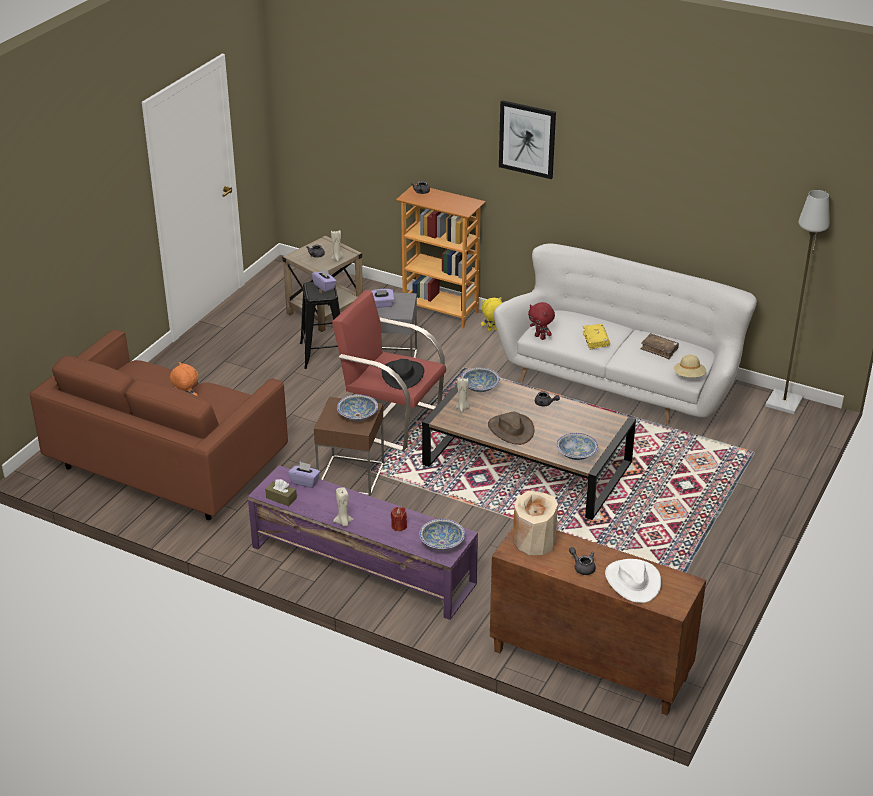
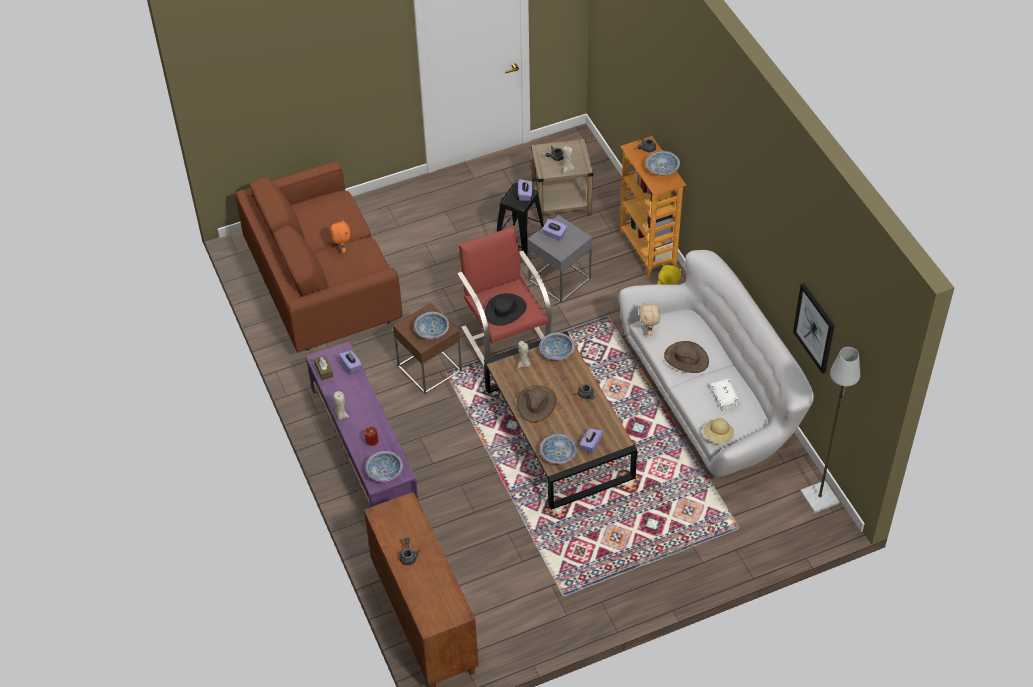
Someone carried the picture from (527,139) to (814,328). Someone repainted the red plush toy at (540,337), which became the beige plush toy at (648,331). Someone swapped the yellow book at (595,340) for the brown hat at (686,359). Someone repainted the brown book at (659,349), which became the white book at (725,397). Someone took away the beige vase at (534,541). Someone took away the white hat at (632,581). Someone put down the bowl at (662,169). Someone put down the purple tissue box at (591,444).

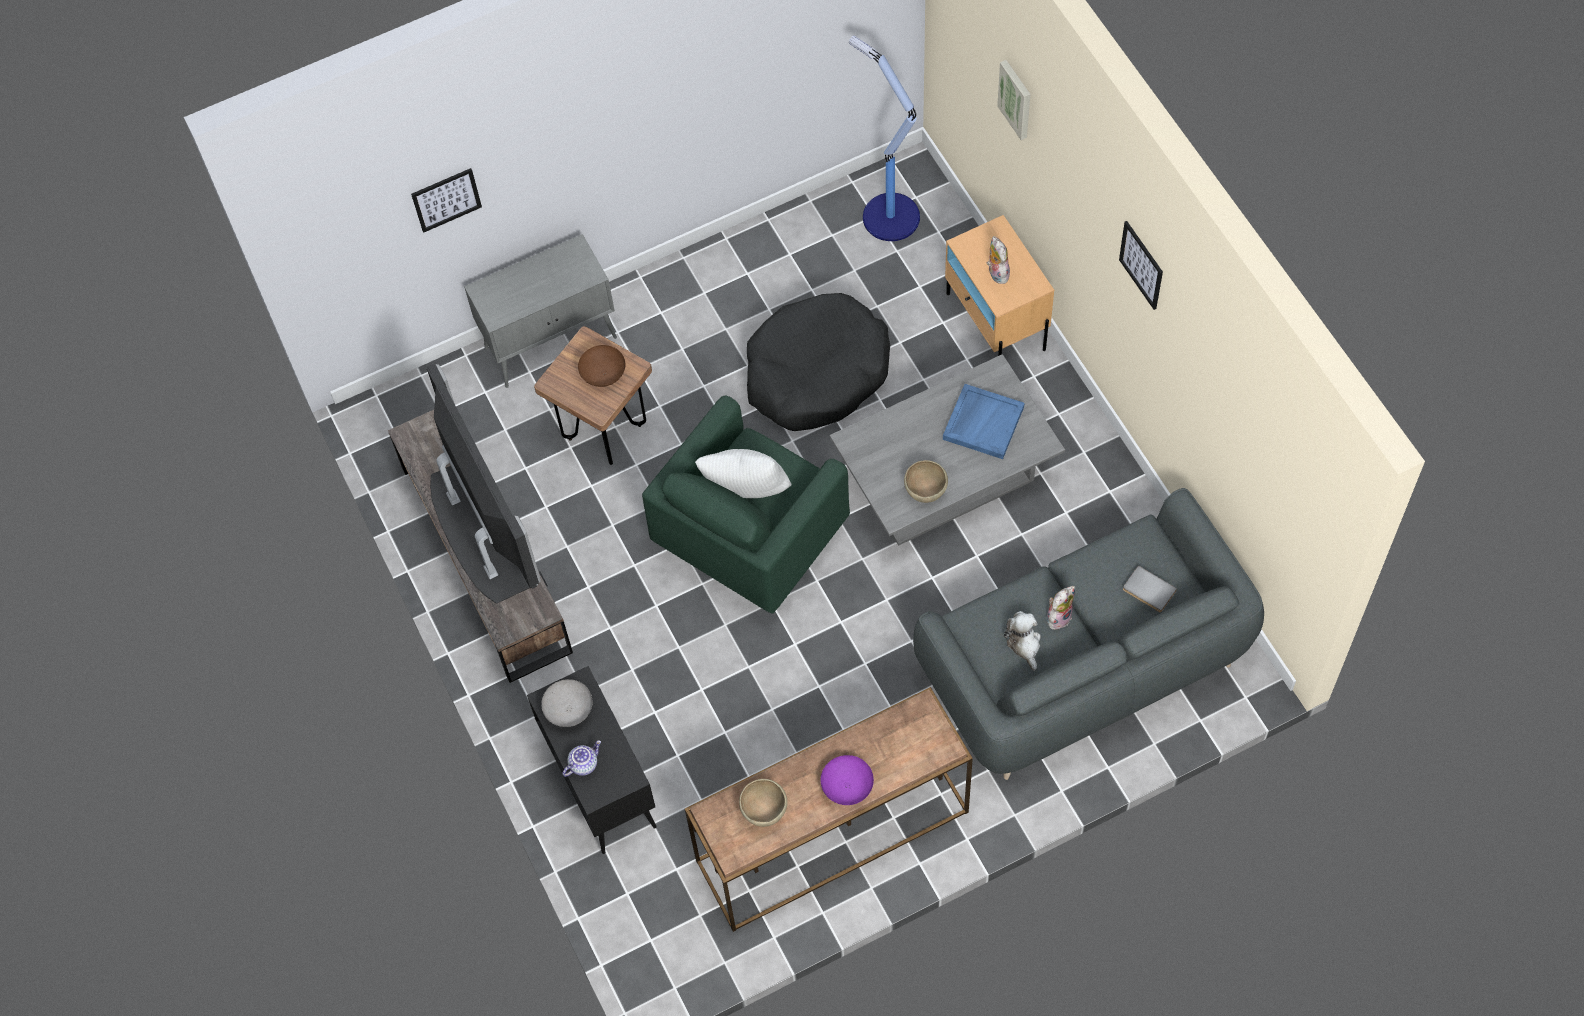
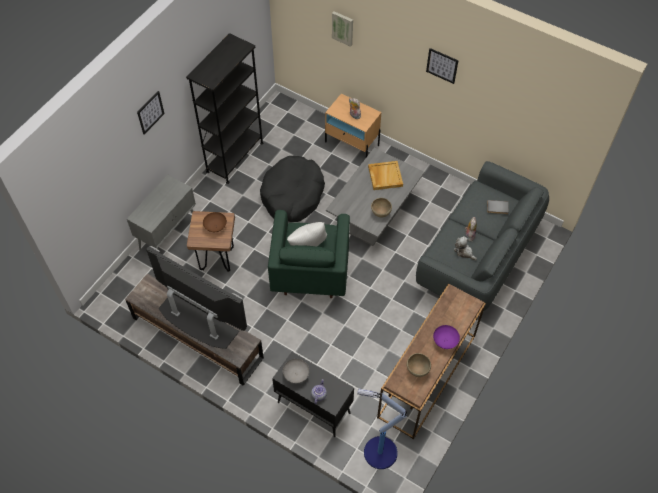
Someone carried the floor lamp from (889,216) to (379,452). Someone carried the picture from (446,199) to (150,112). Someone repainted the blue tray at (983,422), which became the beige tray at (385,176). Someone put down the black bookcase at (235,157).

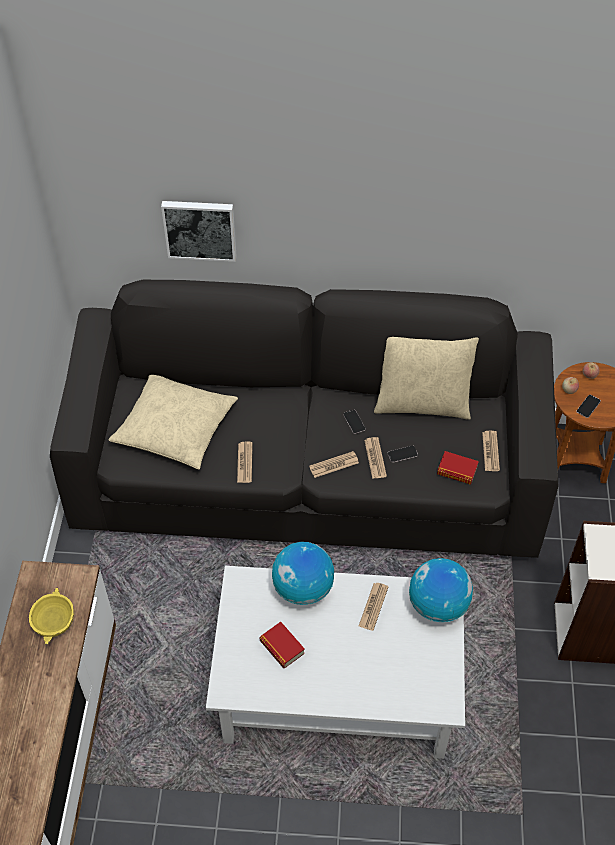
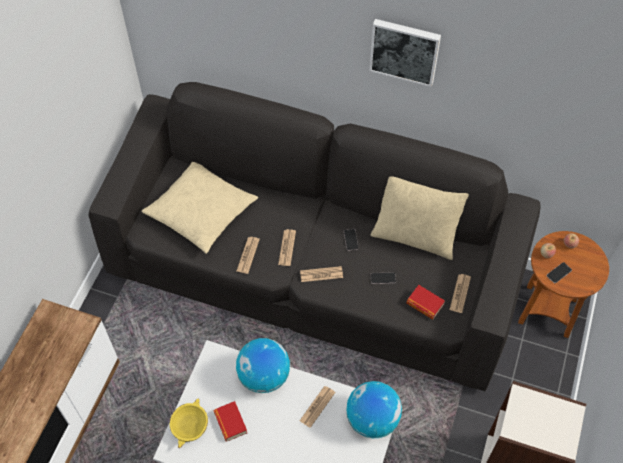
Someone carried the picture from (200,229) to (405,50). Someone carried the newspaper from (375,458) to (287,248). Someone carried the yellow bowl from (53,621) to (189,426).

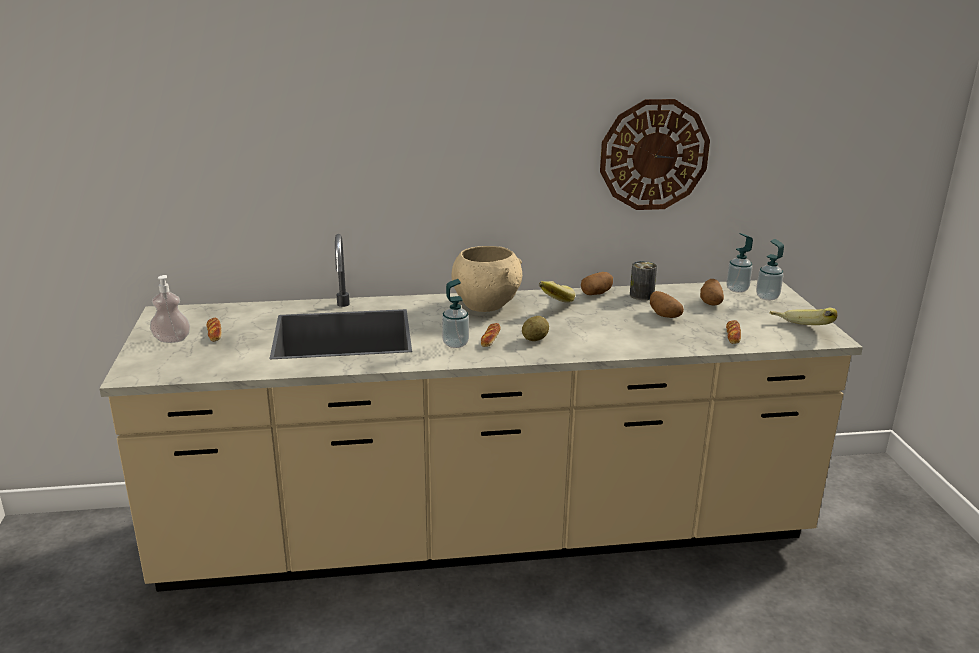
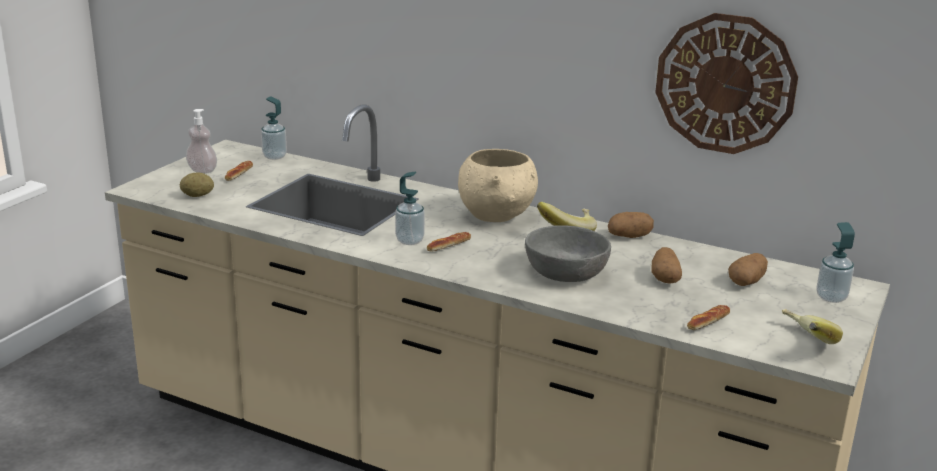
Someone carried the soap dispenser from (737,289) to (274,156). Someone took away the can at (641,295). Someone carried the potato from (535,339) to (197,196). Someone put down the grey bowl at (565,272).

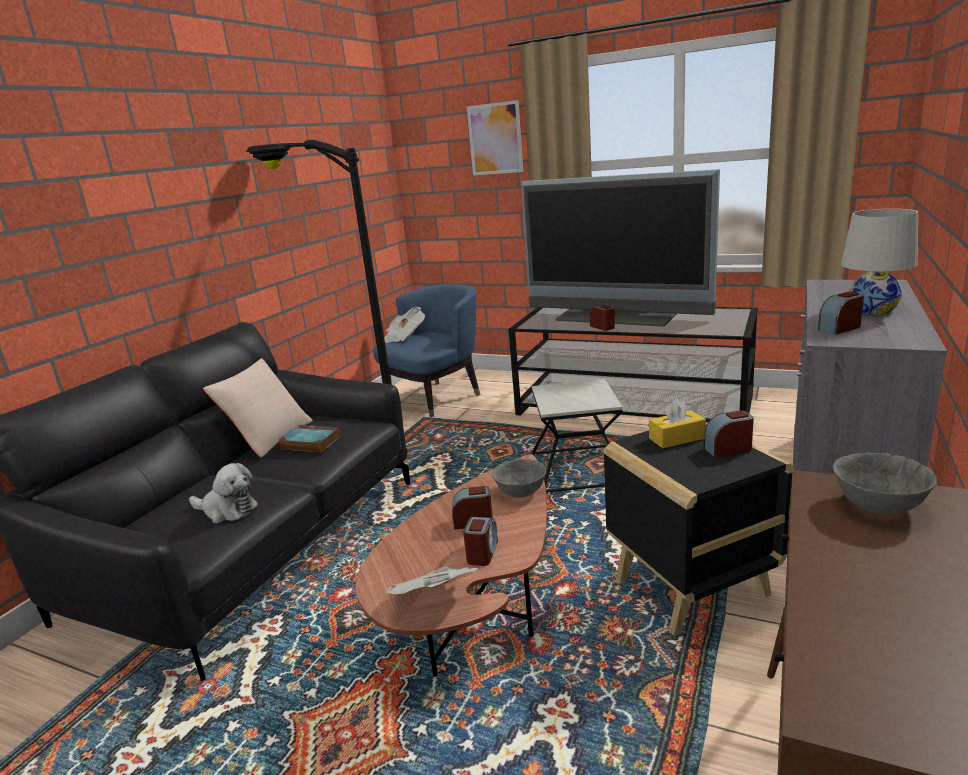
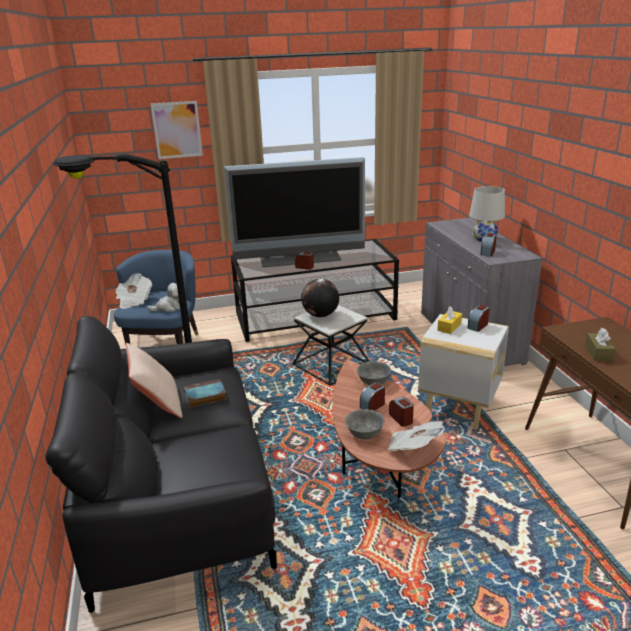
Someone repainted the black side table at (689,589), which became the white side table at (459,407). Someone carried the grey bowl from (877,505) to (364,434). Someone carried the plush toy from (227,510) to (169,307). Someone put down the globe at (320,315). Someone put down the brown tissue box at (598,353).

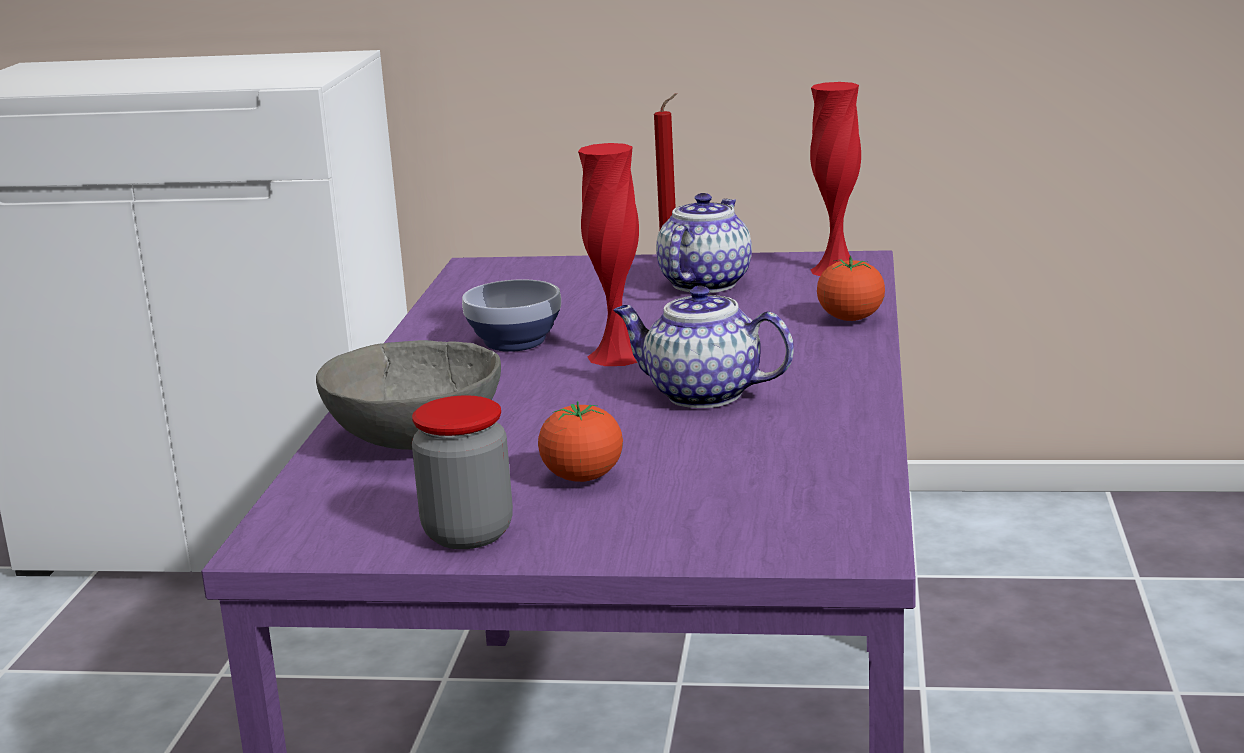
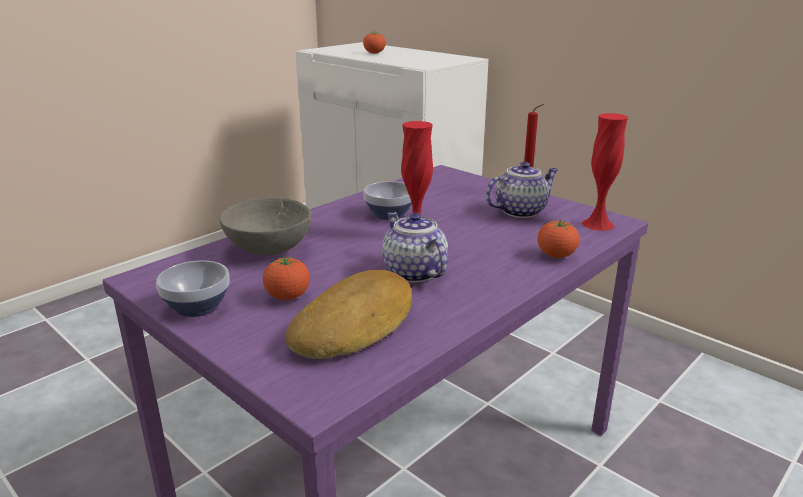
Someone swapped the jar at (468,534) for the bowl at (199,306). Someone put down the tomato at (374,53). Someone put down the bread at (356,325).

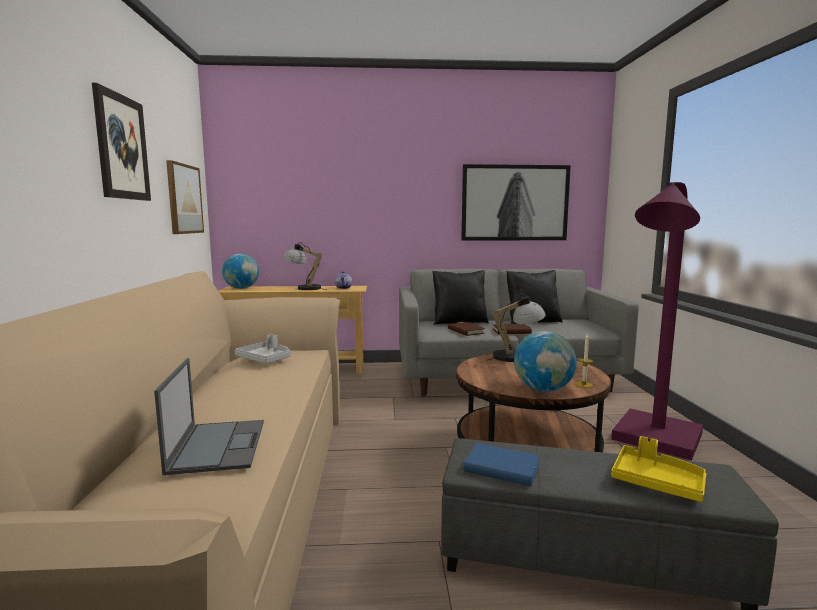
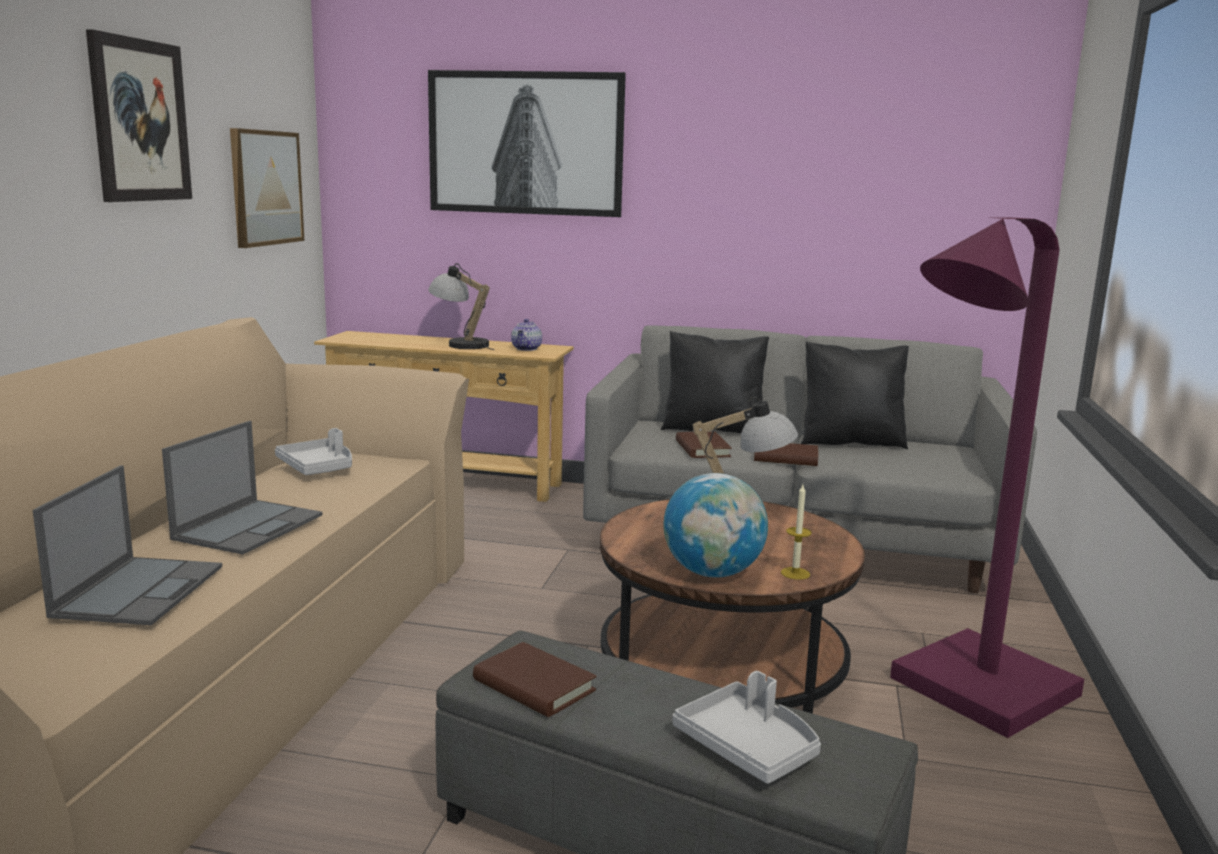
Someone carried the picture from (514,203) to (526,143). Someone took away the globe at (241,288). Someone repainted the yellow tray at (657,482), which became the grey tray at (748,747). Someone repainted the blue book at (501,468), which became the brown book at (534,685). Someone put down the laptop at (249,526).

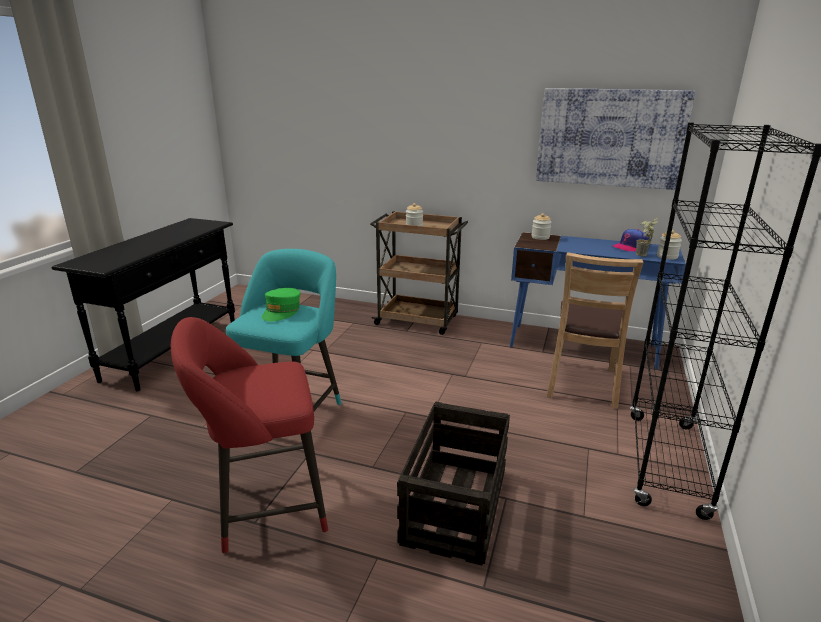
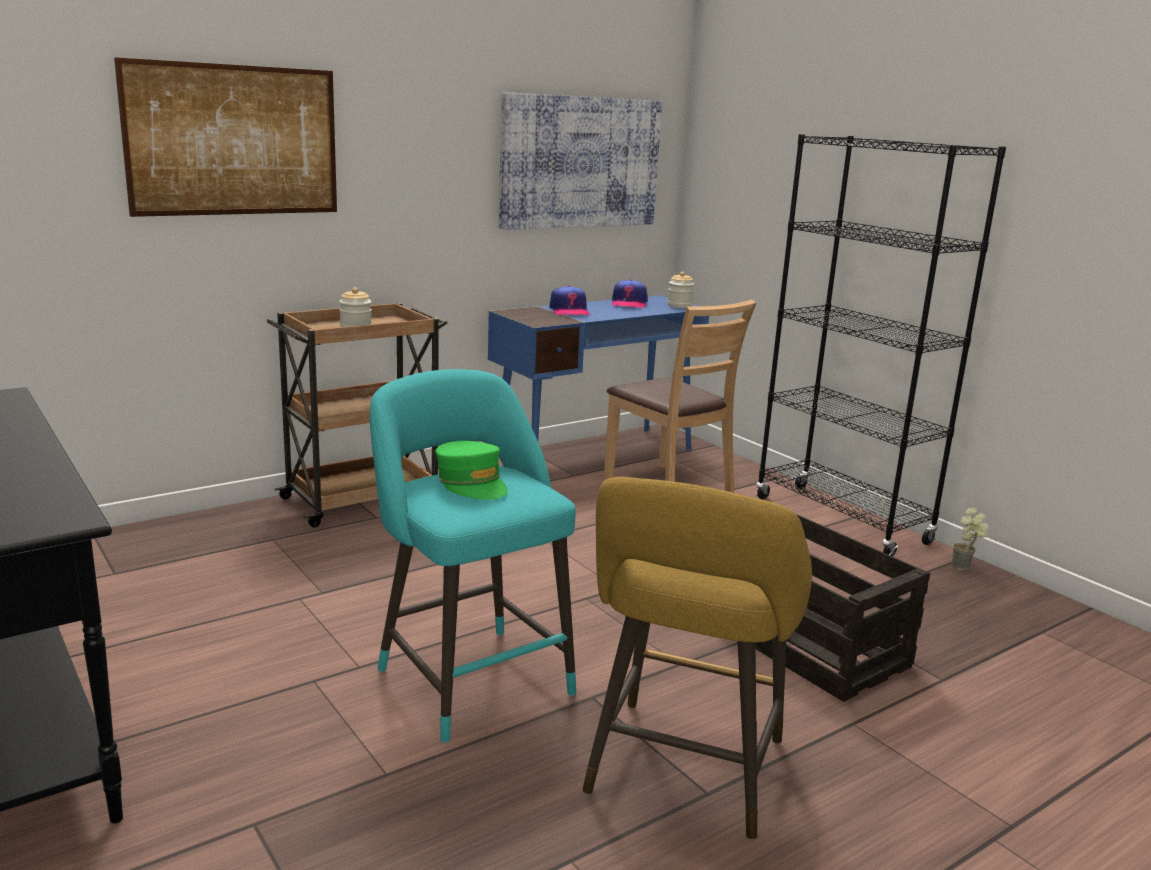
Someone took away the jar at (540,237). Someone carried the potted plant from (642,256) to (965,569). Someone repainted the red stool at (264,507), which became the yellow stool at (682,775). Someone put up the picture at (234,140). Someone put down the cap at (569,311).

